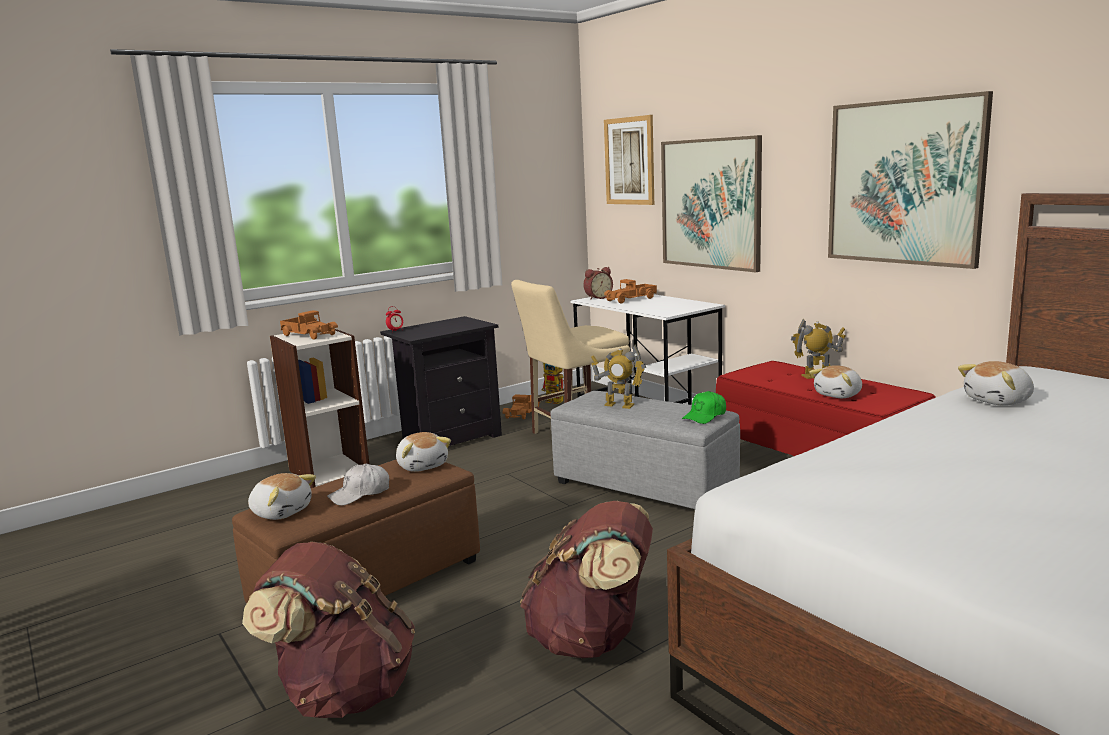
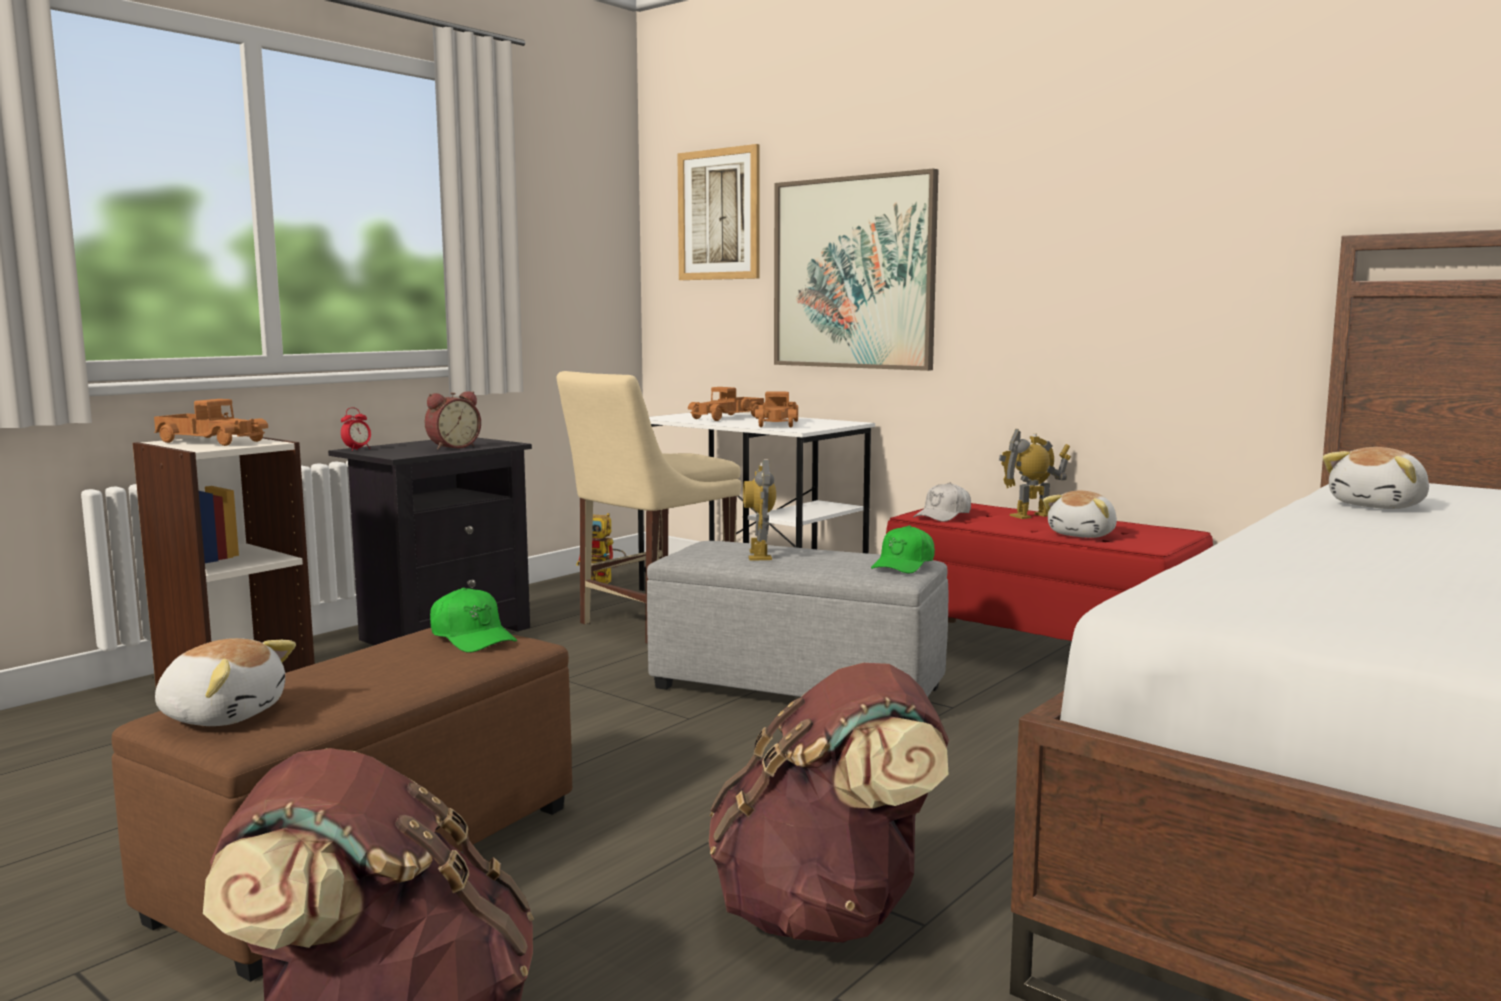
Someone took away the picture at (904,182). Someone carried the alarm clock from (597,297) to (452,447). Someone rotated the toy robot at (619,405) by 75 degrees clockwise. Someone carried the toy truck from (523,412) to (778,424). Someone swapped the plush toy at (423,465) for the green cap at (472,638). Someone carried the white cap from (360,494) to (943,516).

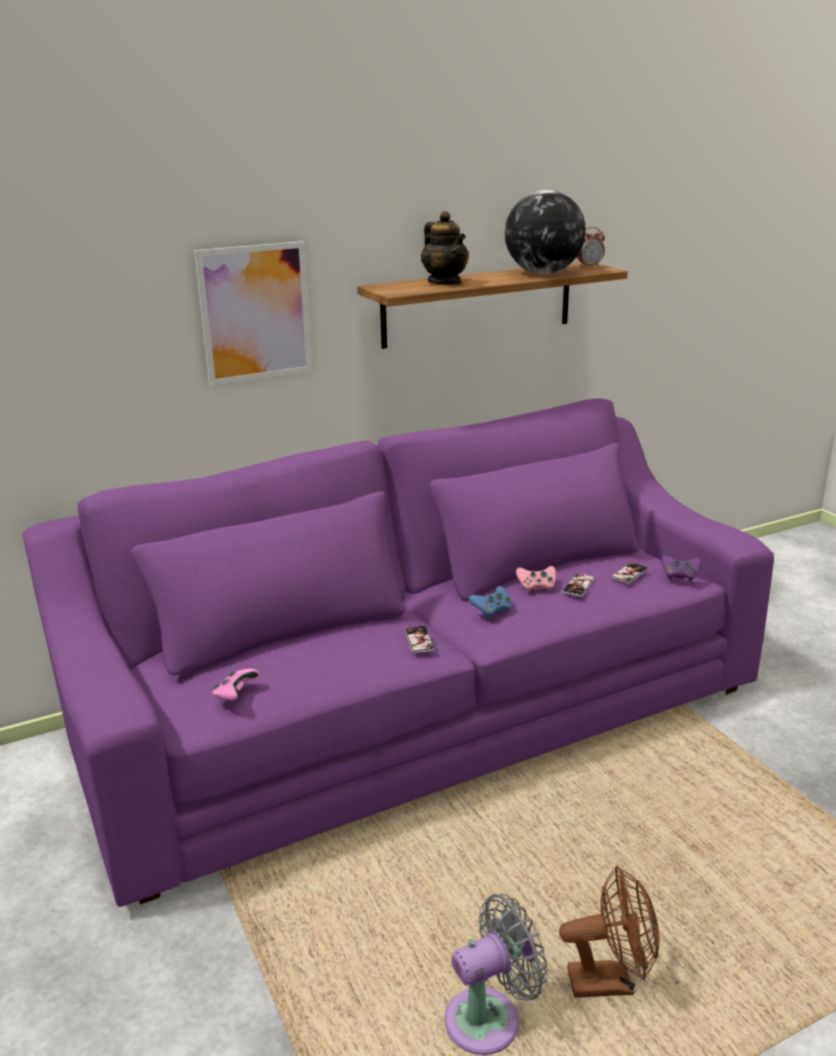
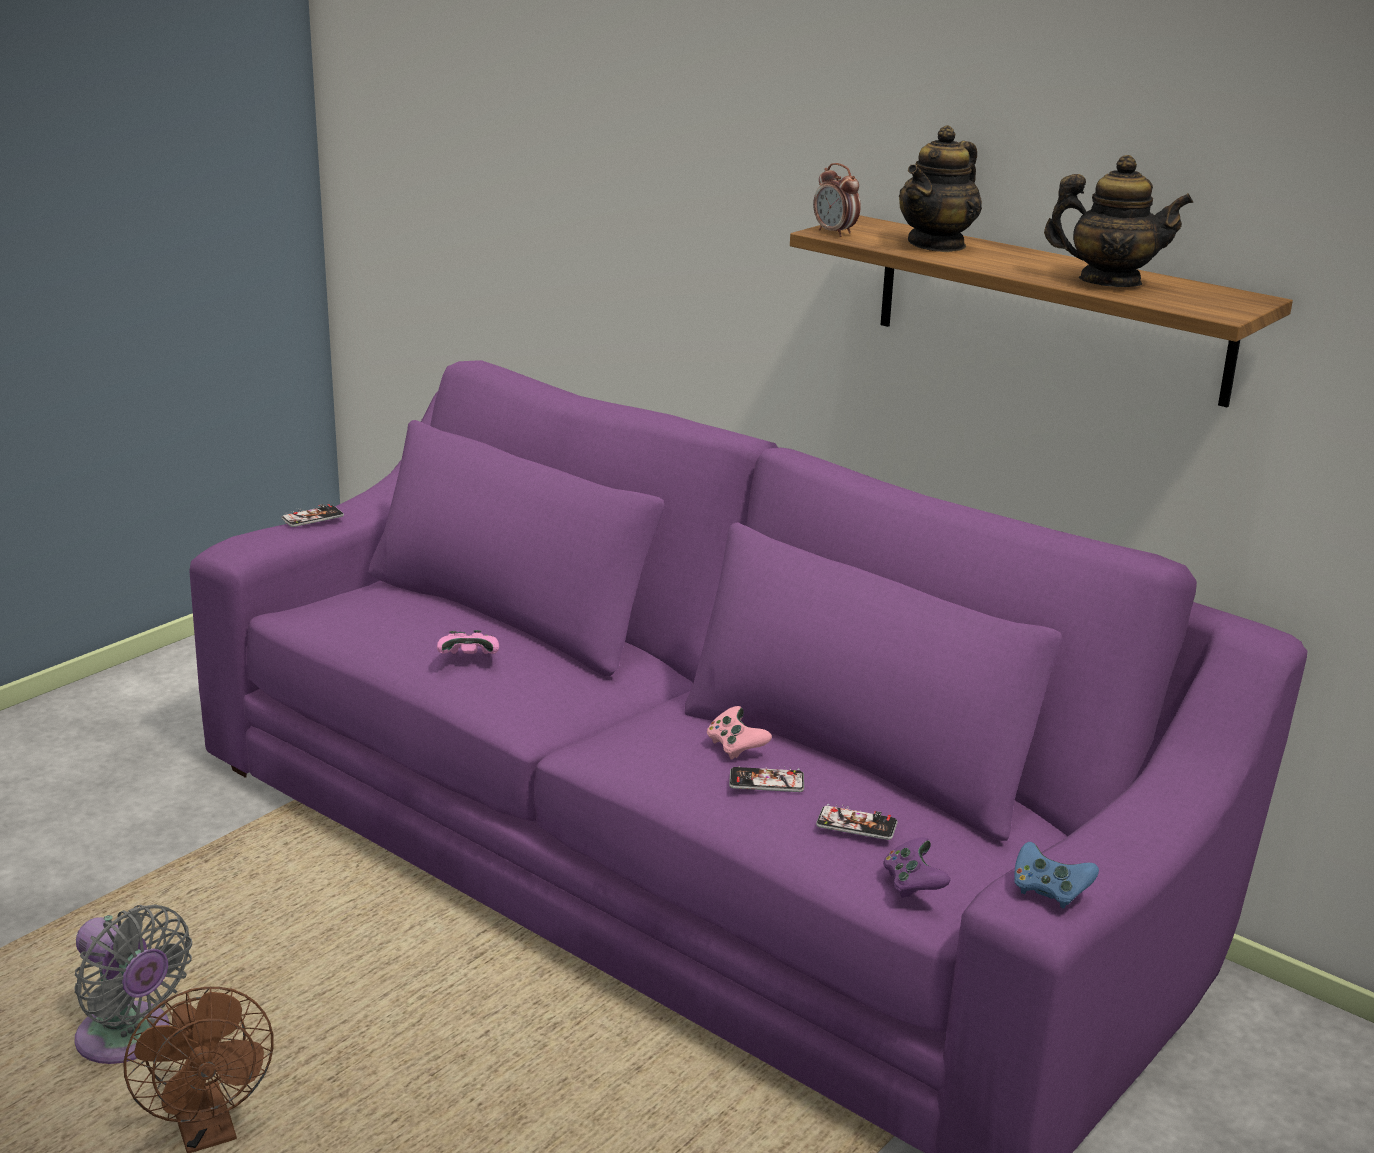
Someone swapped the globe at (542,273) for the teapot at (1109,282). Someone carried the alarm clock from (589,266) to (835,233). Someone took away the picture at (255,313). Someone carried the blue game controller from (491,611) to (1049,891). Someone carried the phone from (419,640) to (312,517). Someone carried the pink game controller from (235,695) to (469,658).

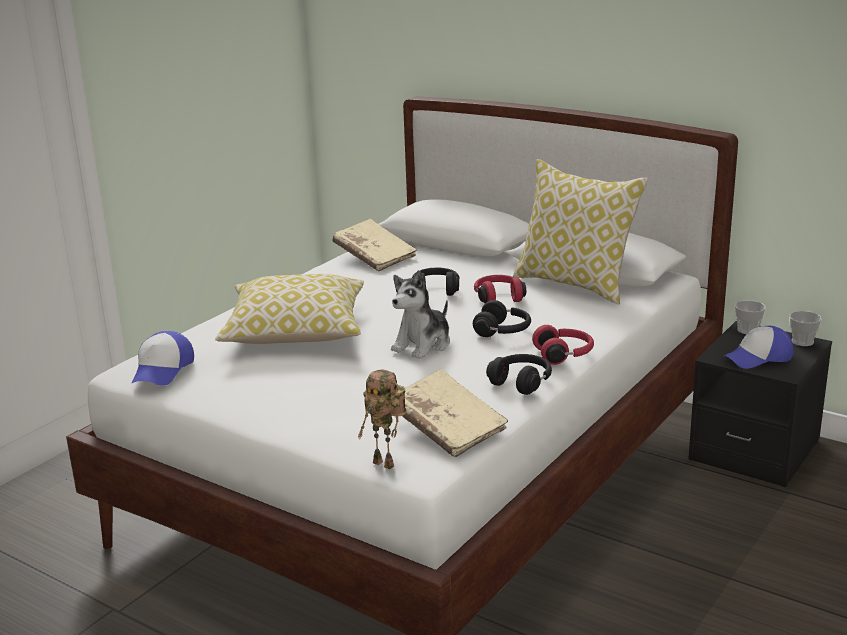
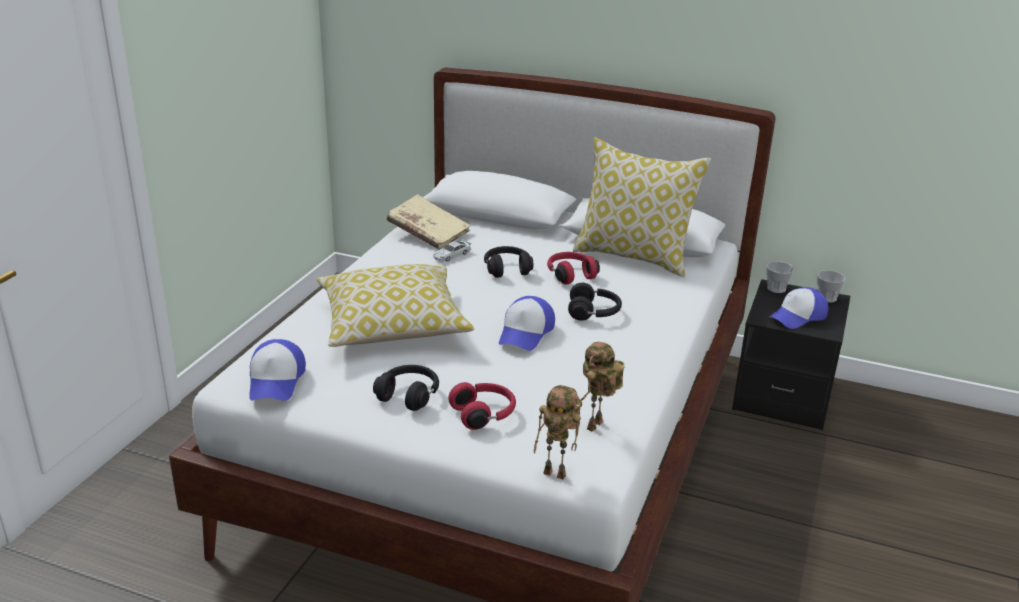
Someone swapped the plush toy at (423,345) for the cap at (526,333). Someone carried the red headphones from (564,355) to (484,414). Someone carried the black headphones from (522,382) to (409,395). Someone swapped the beige book at (448,428) for the toy robot at (596,427). Someone put down the toy car at (451,255).

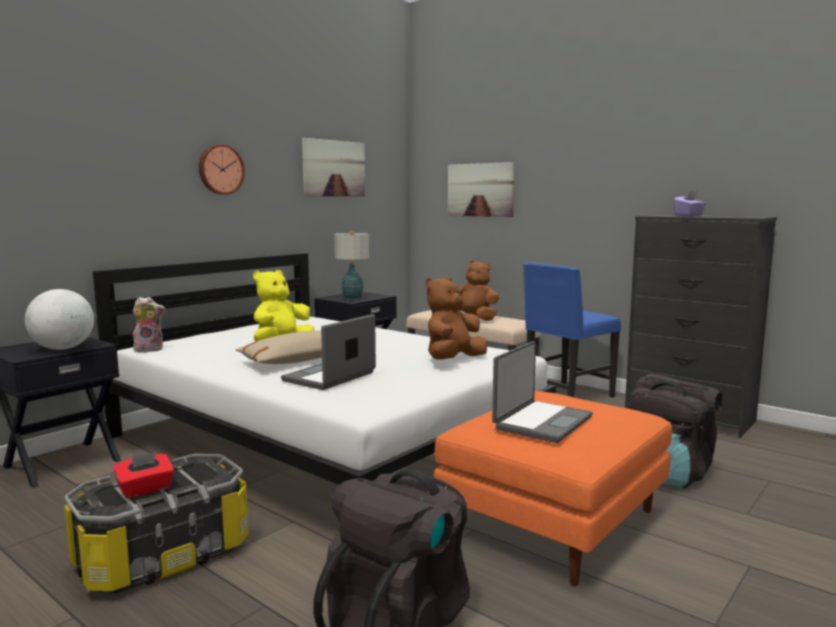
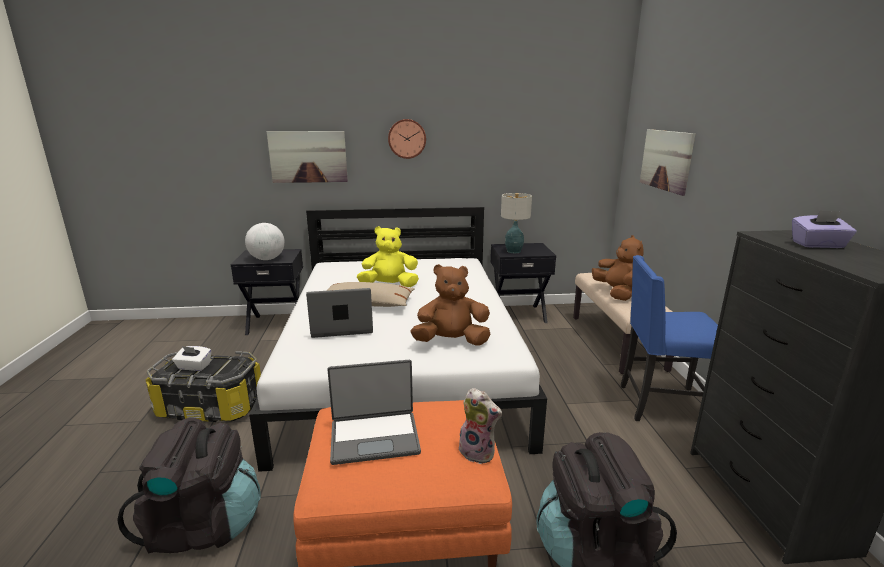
Someone carried the picture from (334,168) to (308,157). Someone carried the plush toy from (150,349) to (479,452). Someone repainted the red tissue box at (145,490), which became the white tissue box at (194,367).

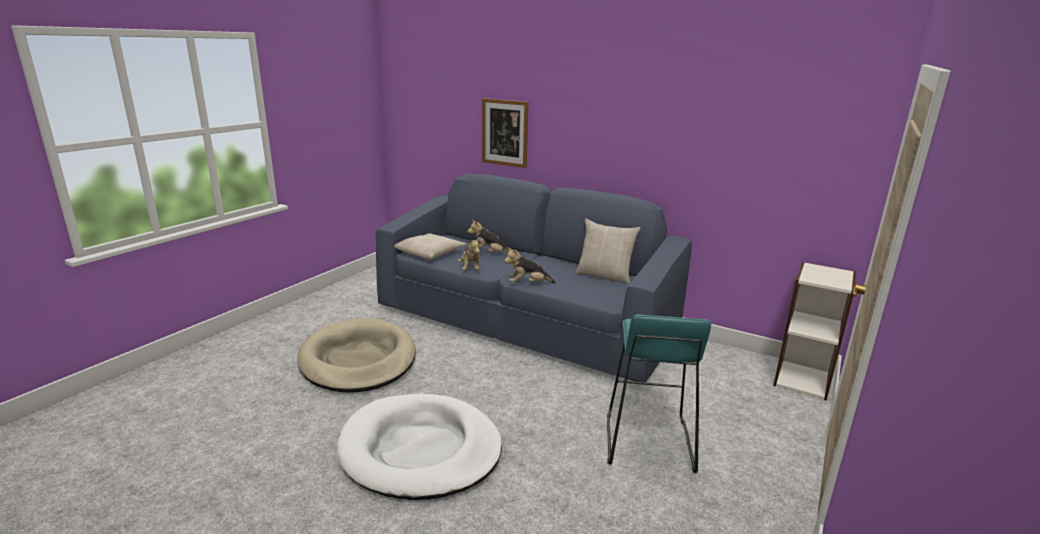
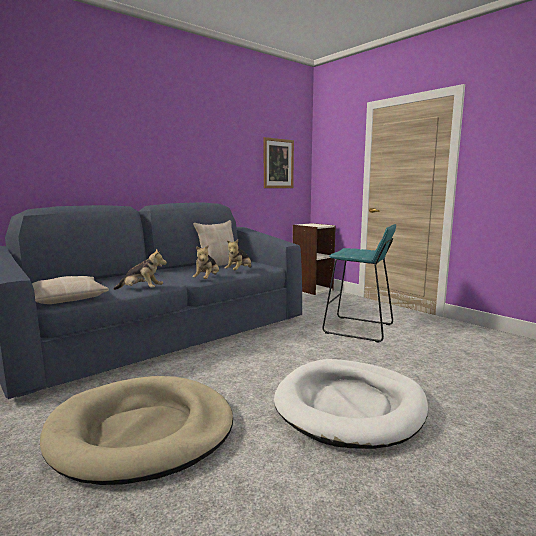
Someone carried the picture from (505,132) to (278,163). Someone carried the plush toy from (490,254) to (239,271).

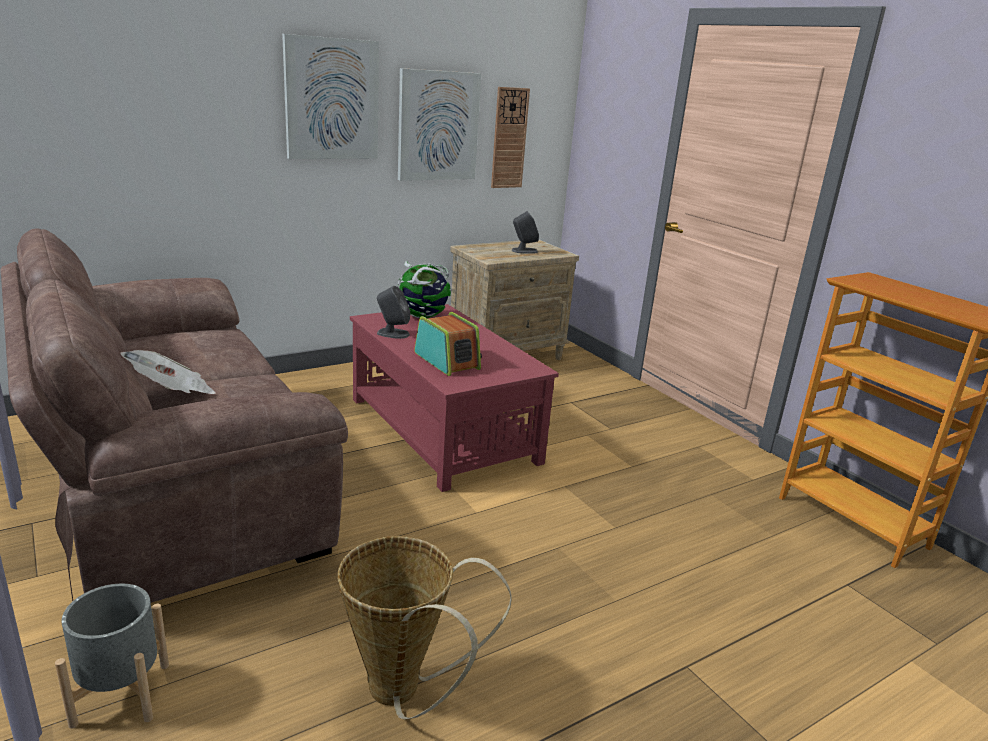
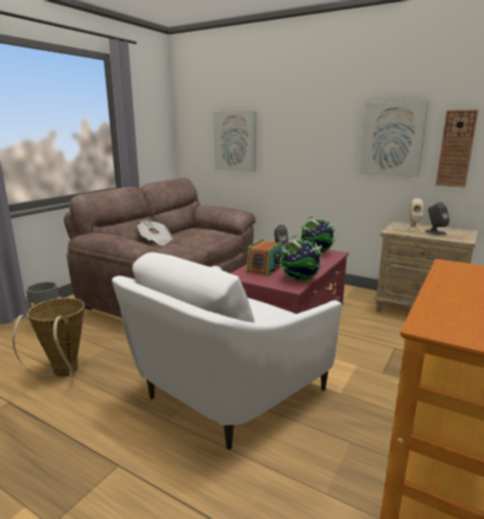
Someone carried the picture from (331,99) to (235,141). Someone put down the beige speaker at (413,227). Someone put down the globe at (300,280). Someone put down the white armchair at (226,392).

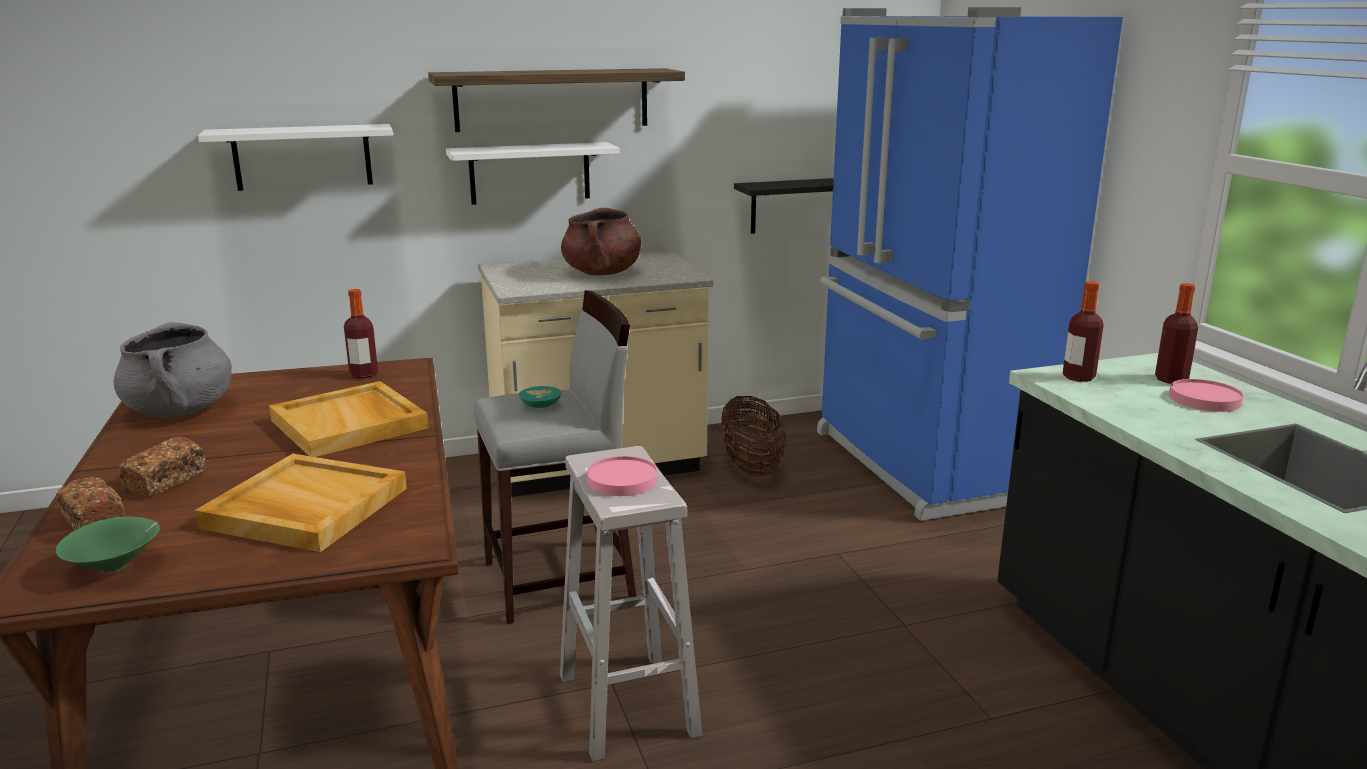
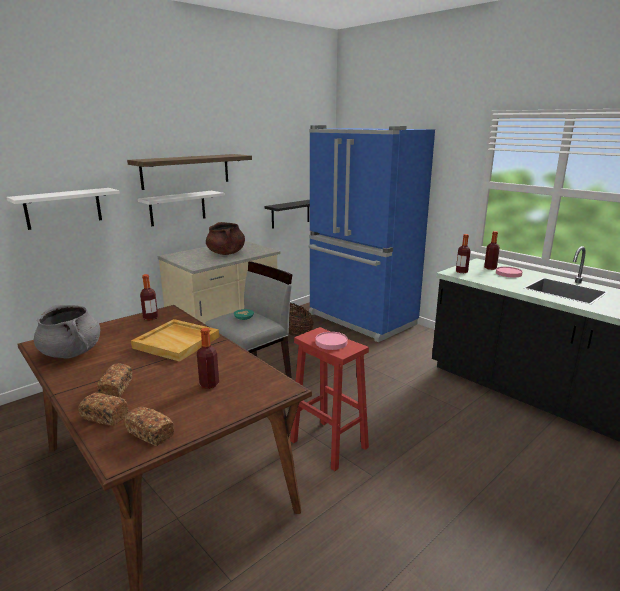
Someone repainted the white stool at (629,707), which became the red stool at (330,445). Someone swapped the beige tray at (304,508) for the bottle at (209,384). Someone swapped the green bowl at (117,567) for the bread at (150,434).

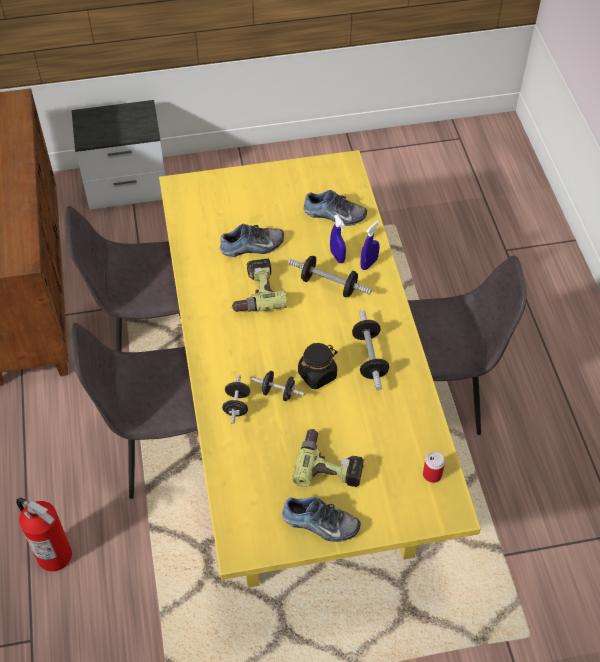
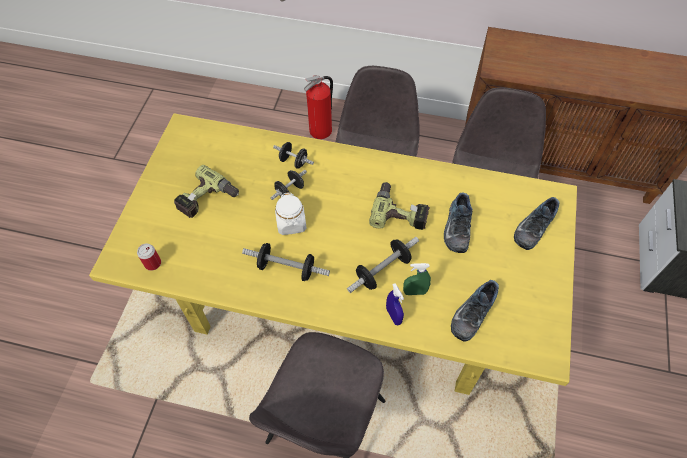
Someone repainted the blue spray bottle at (337,256), which became the green spray bottle at (415,292). Someone repainted the black jar at (317,374), which became the white jar at (291,223). Someone carried the shoe from (320,524) to (533,227).

